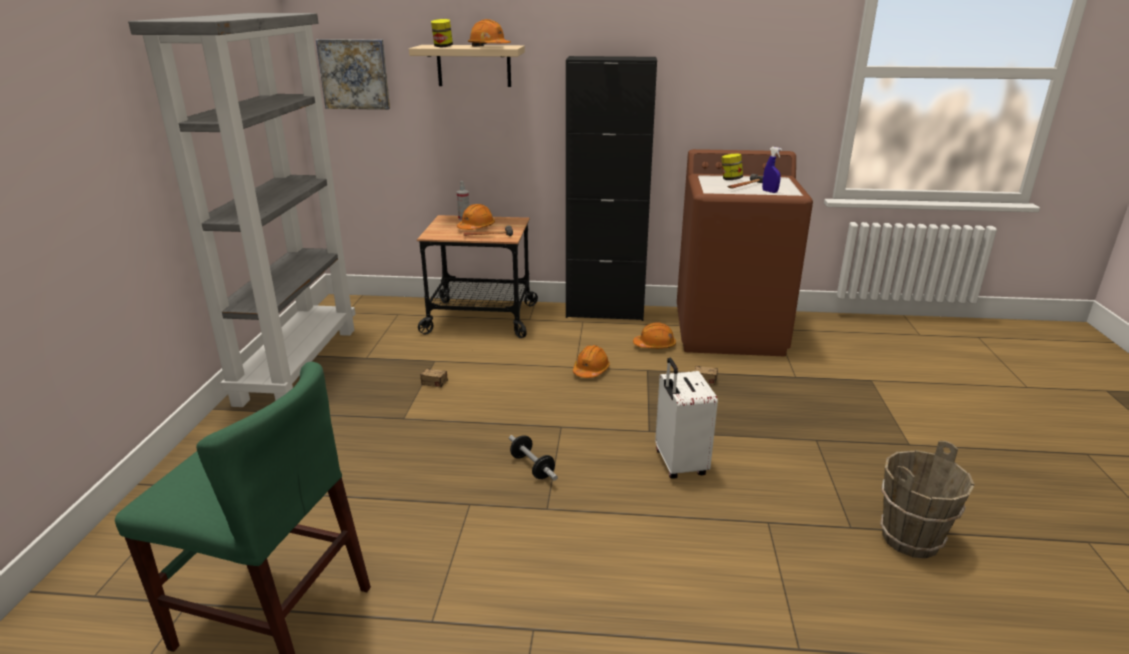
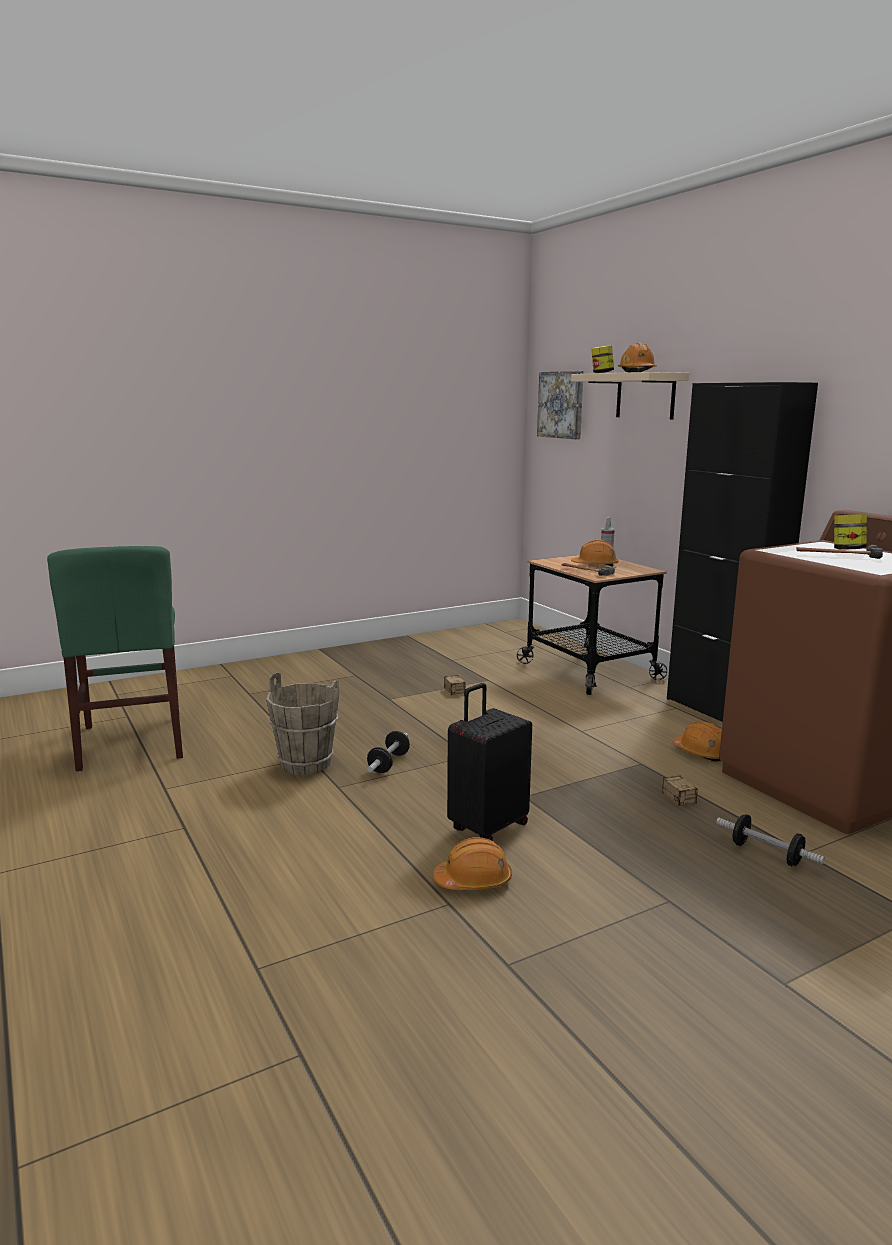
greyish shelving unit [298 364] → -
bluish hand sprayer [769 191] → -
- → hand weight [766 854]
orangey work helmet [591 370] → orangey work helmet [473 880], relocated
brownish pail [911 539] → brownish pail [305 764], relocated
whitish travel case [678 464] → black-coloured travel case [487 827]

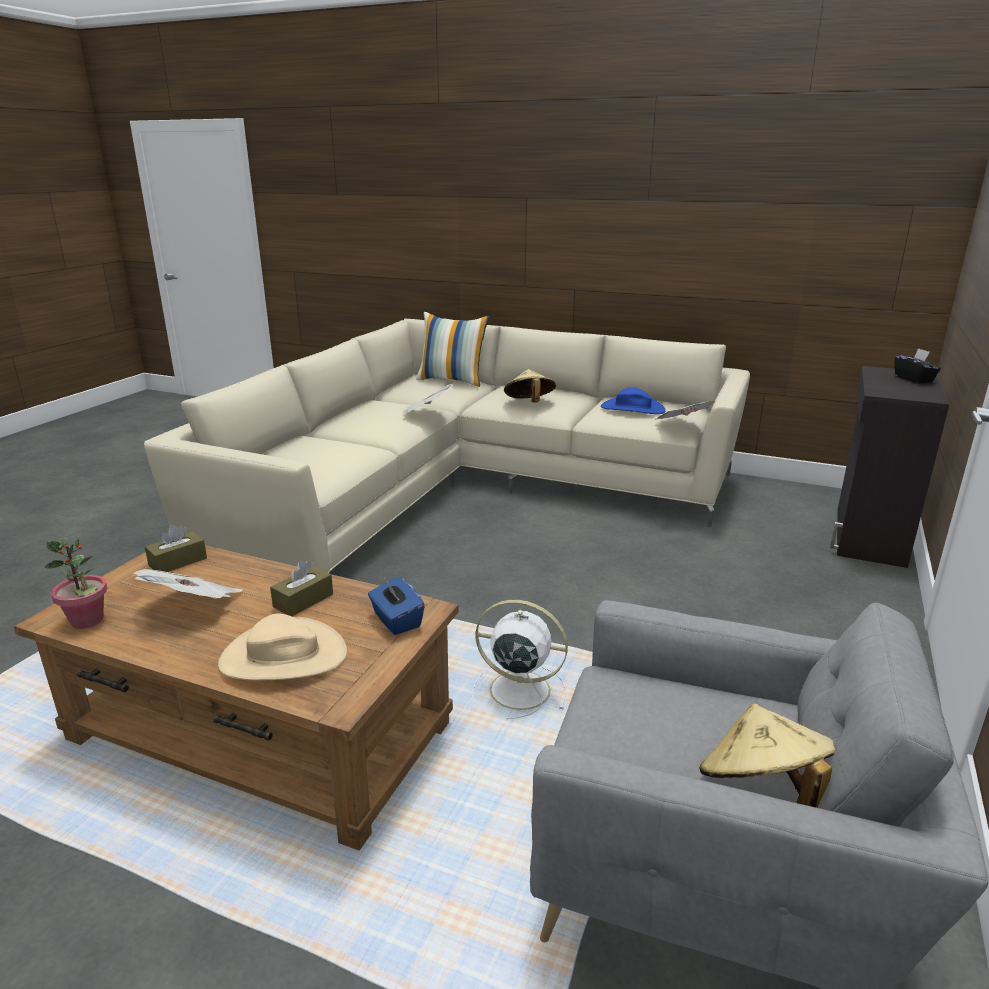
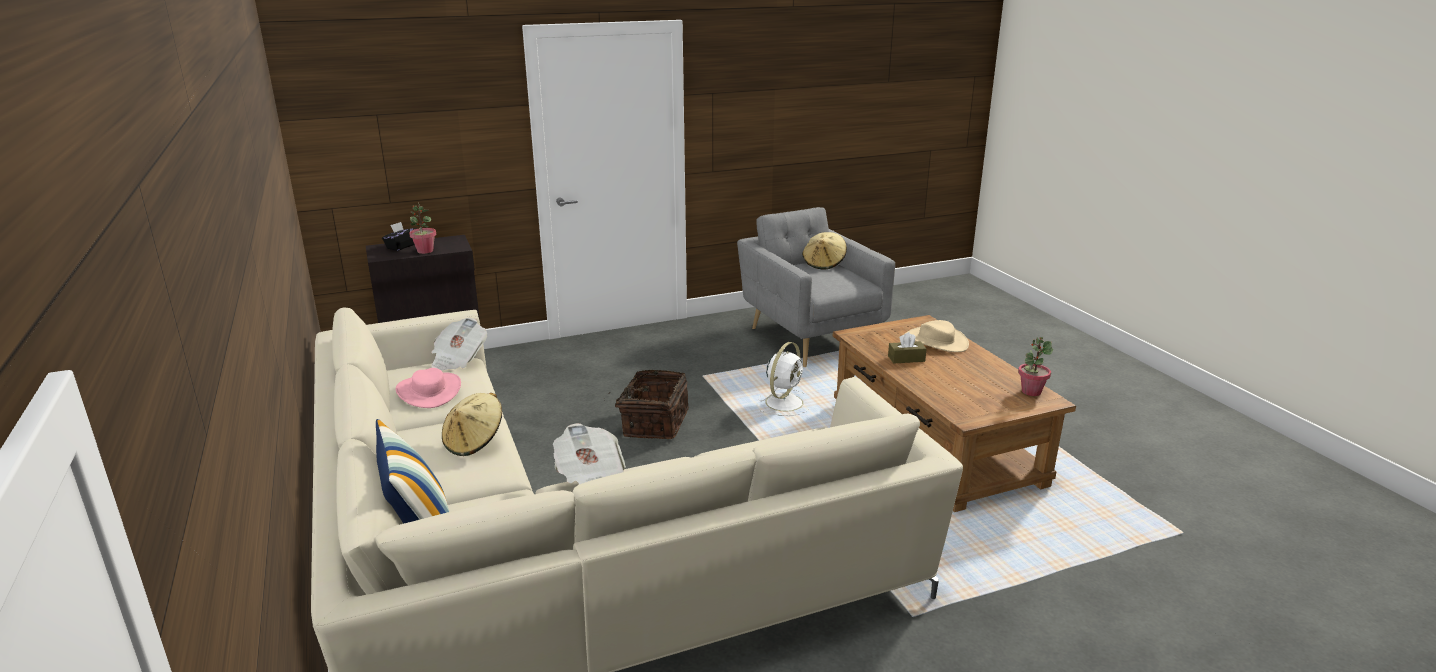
daily paper [194 605] → -
brownish box of tissues [178 562] → -
bluish box of tissues [396 621] → -
- → potted plant [425 251]
- → basket [653 423]
bluish wearable hat [632 409] → pink wearable hat [429 391]
whitish fan [517 690] → whitish fan [785 402], 120 degrees counterclockwise

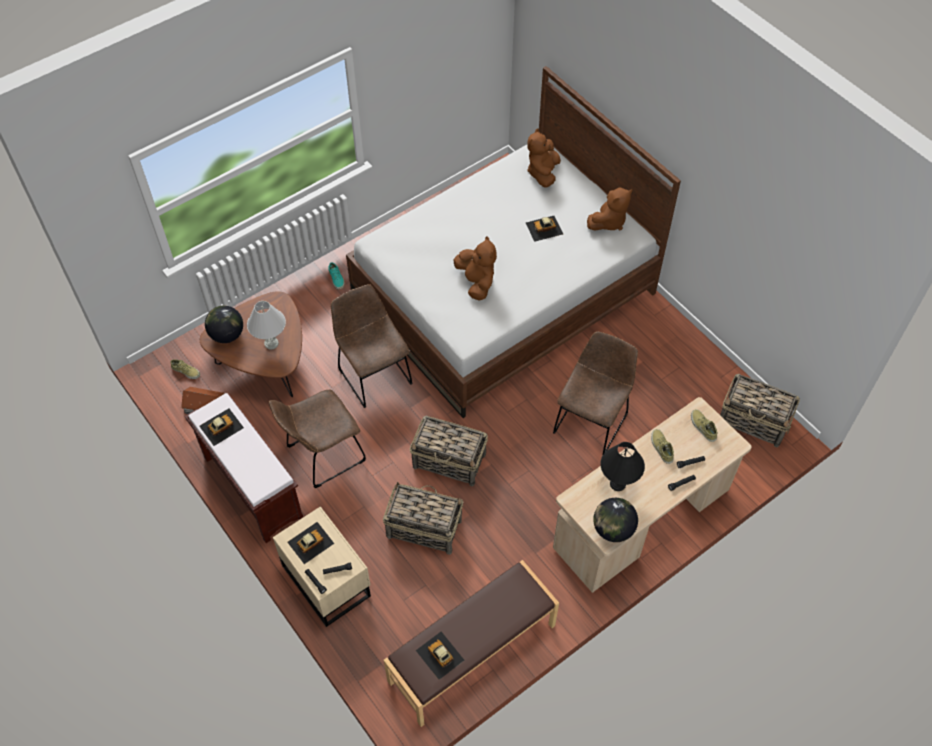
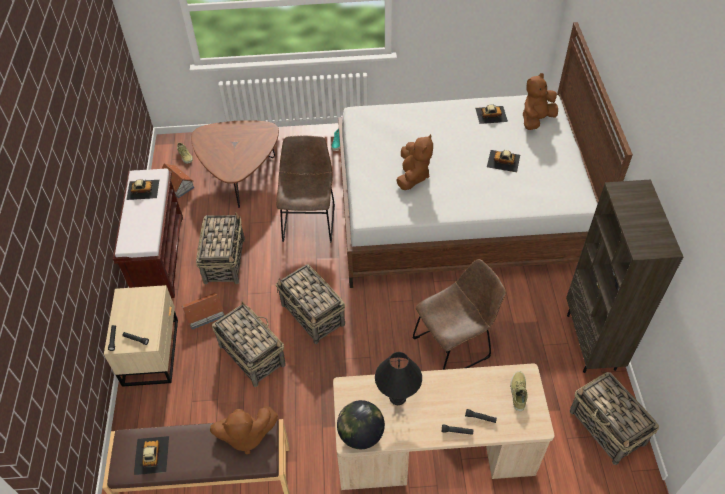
globe [227 335] → -
whitish tabletop lamp [271 343] → -
sand-coloured shoe [661 447] → -
- → miniature house [205 314]
- → brownish shelving unit [592 342]
miniature car [310 542] → miniature car [491 114], relocated
brownish plush toy [609 221] → brownish plush toy [246 436], relocated
brownish upright chair [322 456] → basket [225 260]

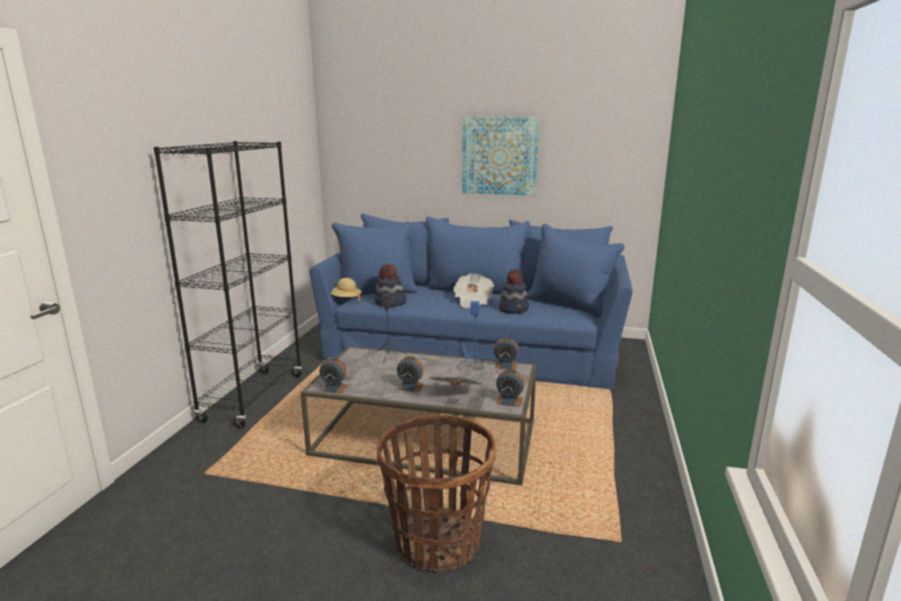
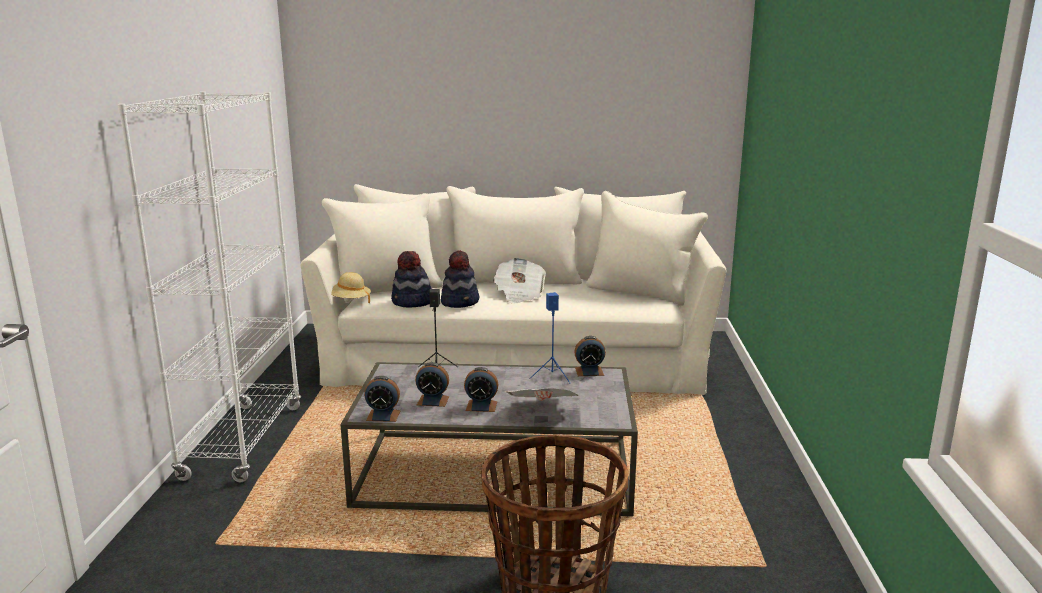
wall art [500 155] → -
table clock [509 401] → table clock [433 401], relocated
wearable hat [514 309] → wearable hat [460 302], relocated
black-coloured shelving unit [253 397] → whitish shelving unit [243 441]
bluish settee [472 349] → sand-coloured settee [516 358]

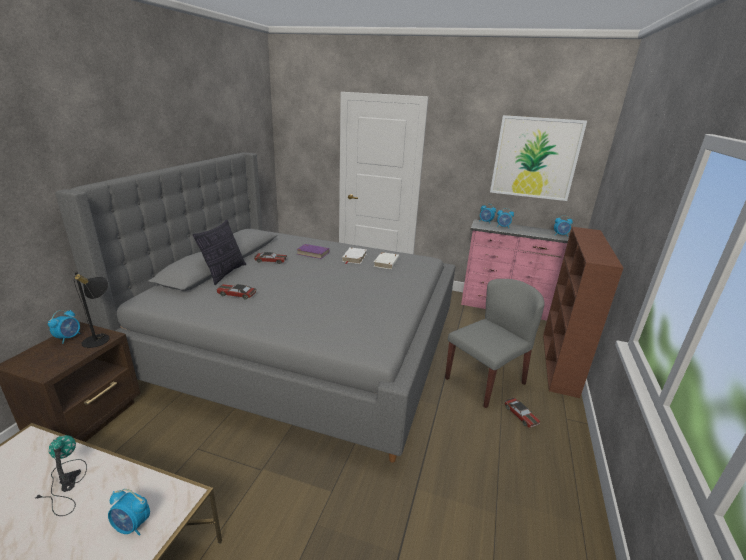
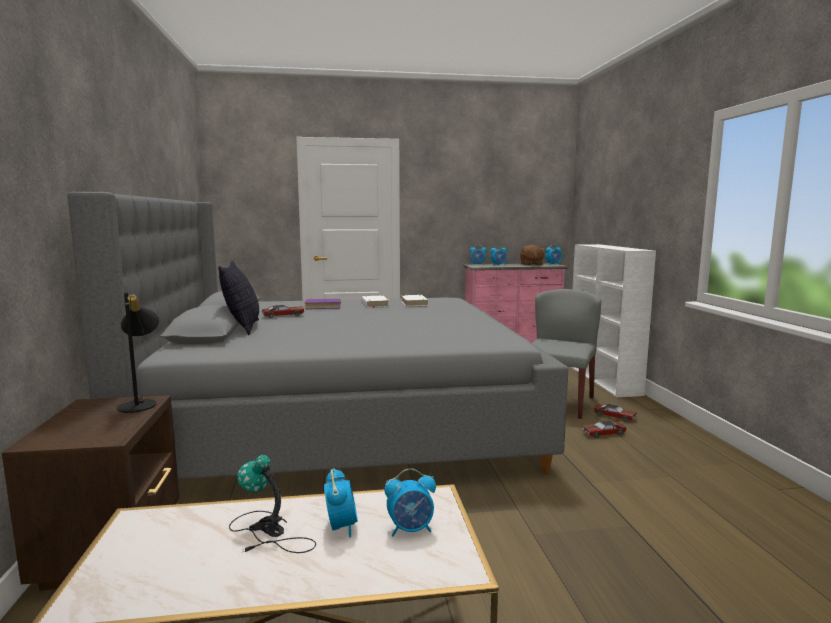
wall art [535 158] → -
- → brownish plush toy [531 264]
table clock [69 337] → table clock [341 526], relocated
miniature car [236 294] → miniature car [603 433], relocated
brownish shelving unit [559 363] → whitish shelving unit [603 379]

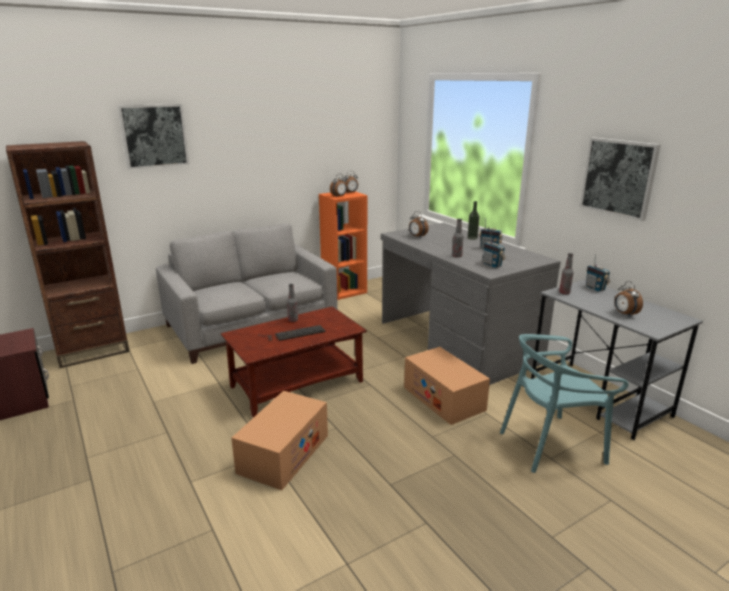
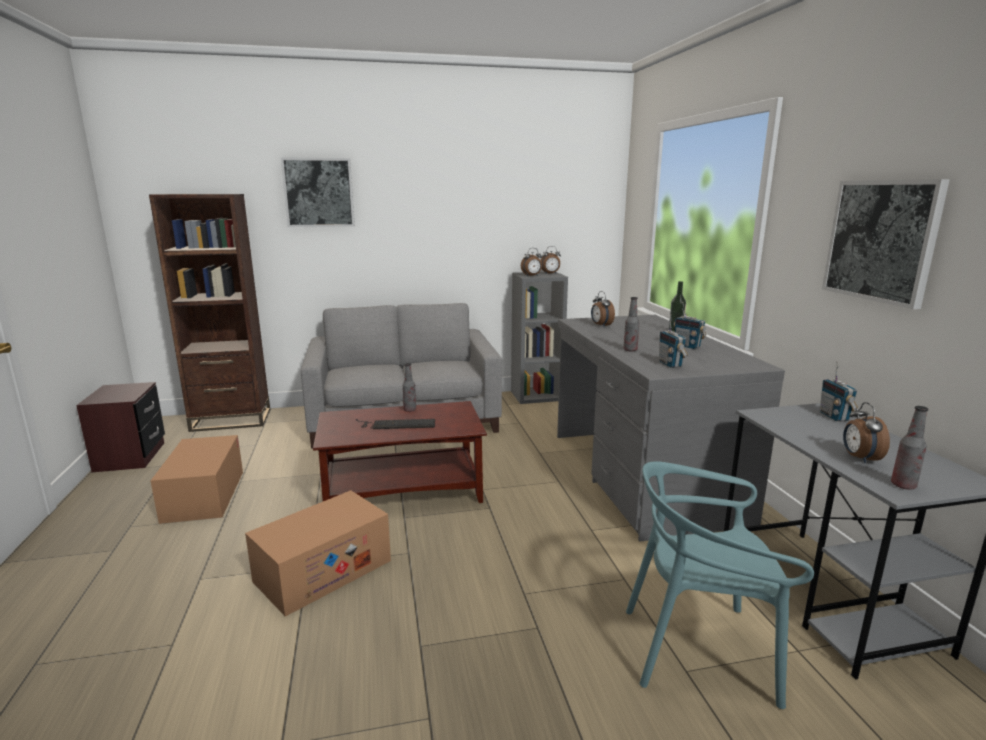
cardboard box [444 398] → cardboard box [204 495], relocated
bottle [564 293] → bottle [903 485], relocated
orangey shelving unit [344 291] → greyish shelving unit [537 395]

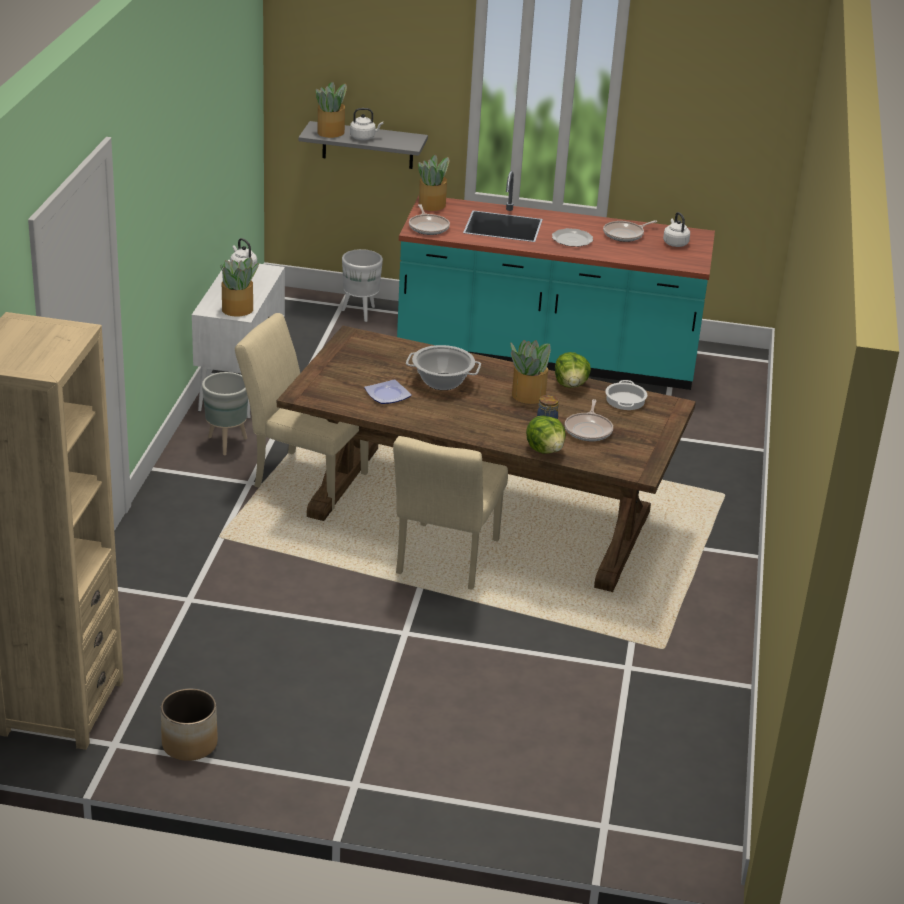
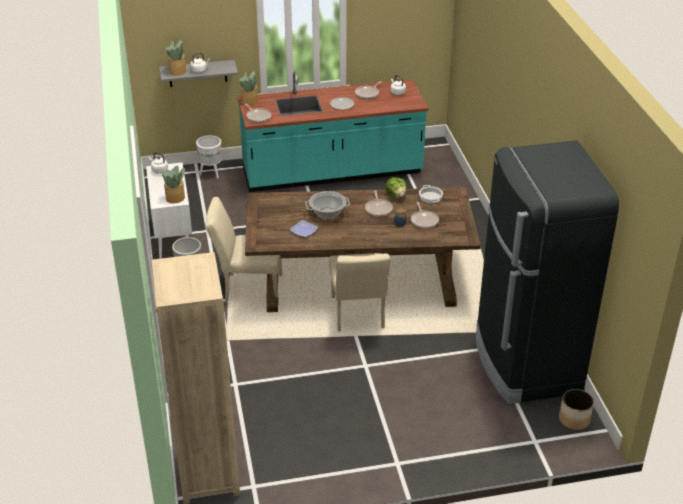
lettuce head [545 450] → -
- → black-coloured fridge [525 364]
planter [189 744] → planter [574 420], relocated
potted plant [527 395] → skillet [378 209]

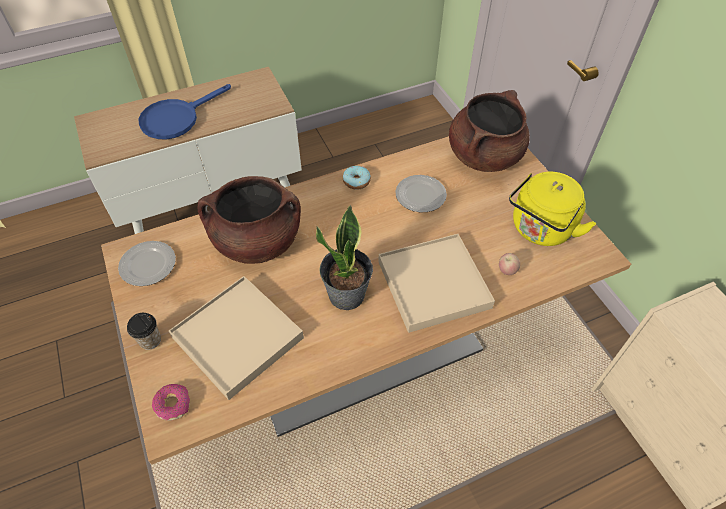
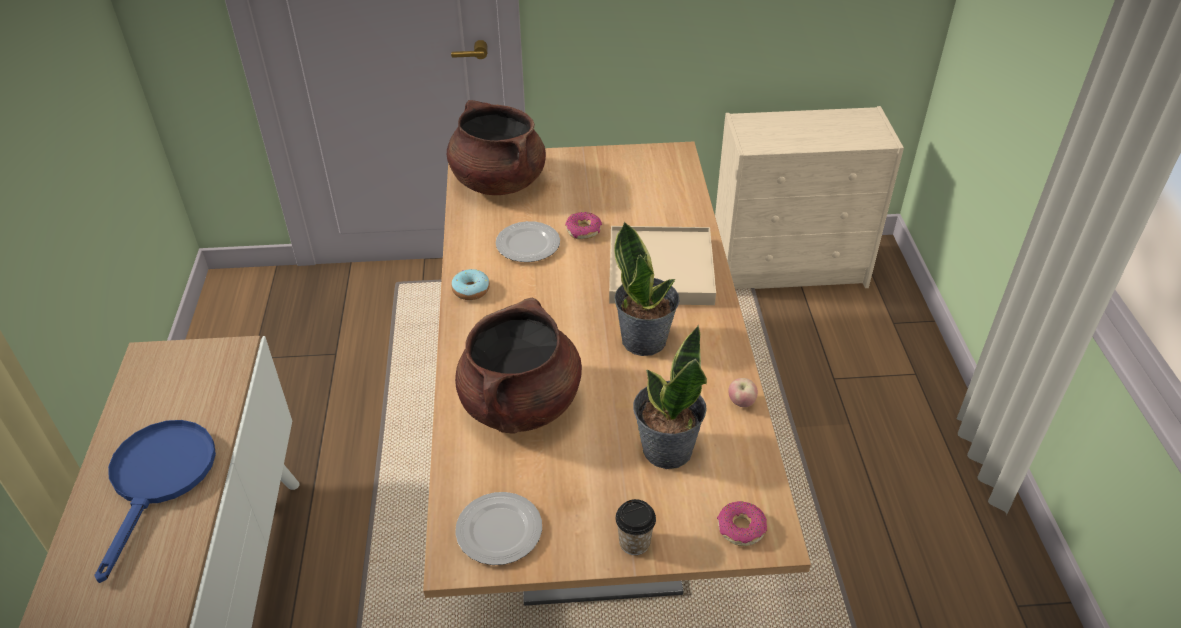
yellowish tea kettle [540 230] → -
- → doughnut [583 231]
whole apple [507 270] → whole apple [741 403], relocated
sand-coloured tray [238 338] → potted plant [666 449]
bluish skillet [176 118] → bluish skillet [159 480], 150 degrees counterclockwise

